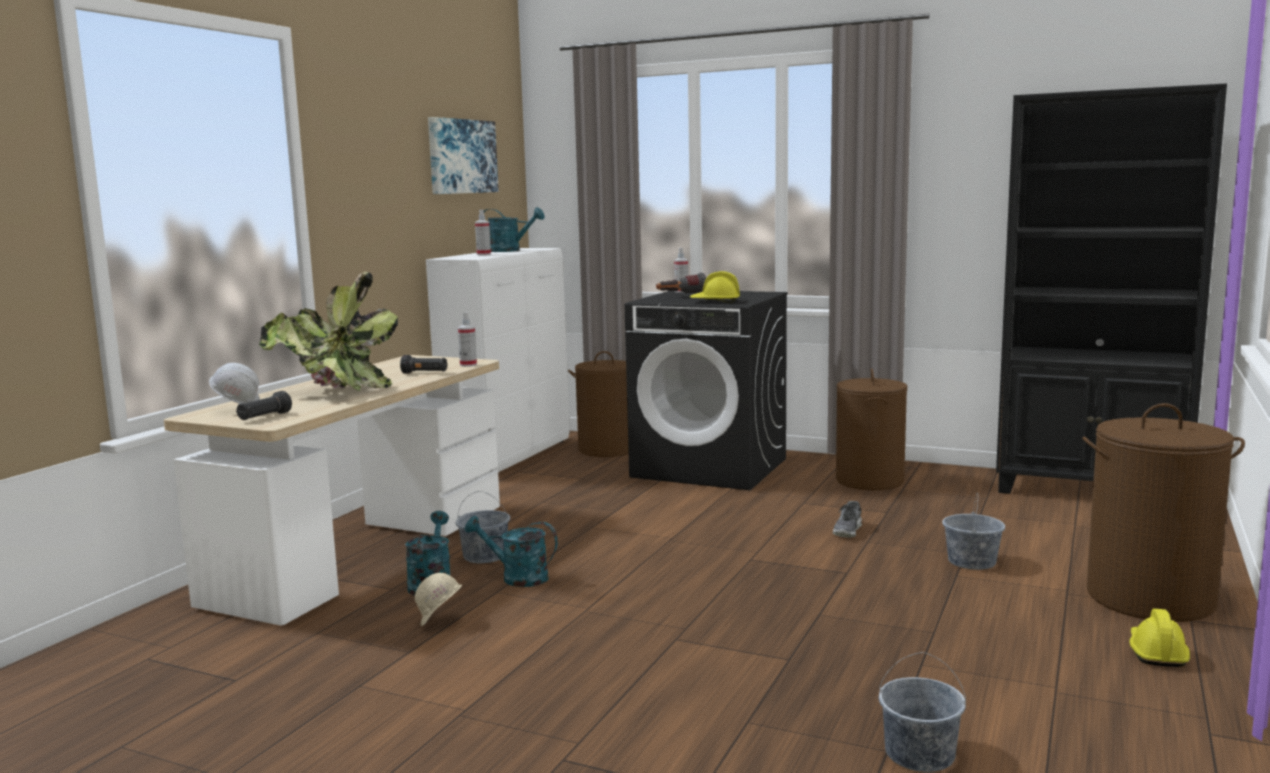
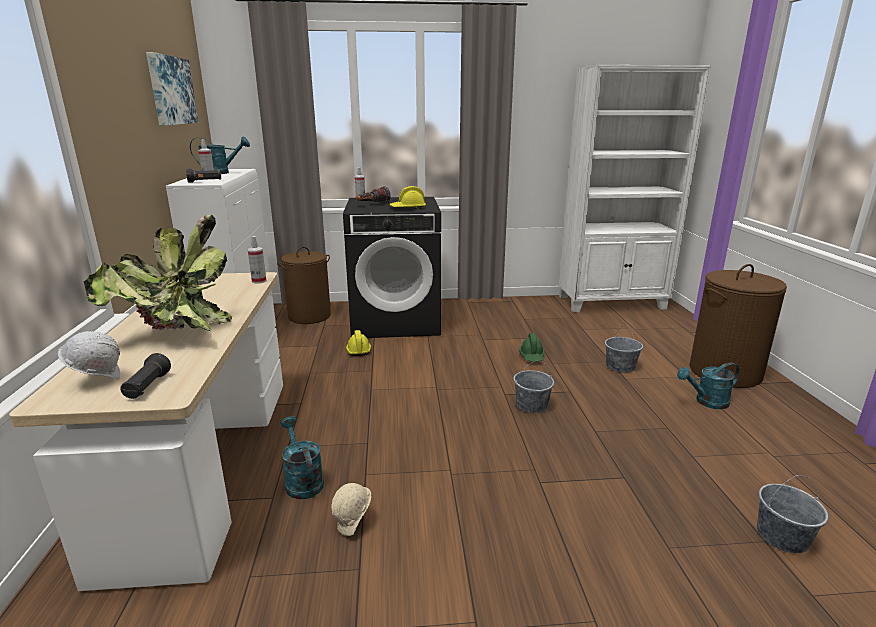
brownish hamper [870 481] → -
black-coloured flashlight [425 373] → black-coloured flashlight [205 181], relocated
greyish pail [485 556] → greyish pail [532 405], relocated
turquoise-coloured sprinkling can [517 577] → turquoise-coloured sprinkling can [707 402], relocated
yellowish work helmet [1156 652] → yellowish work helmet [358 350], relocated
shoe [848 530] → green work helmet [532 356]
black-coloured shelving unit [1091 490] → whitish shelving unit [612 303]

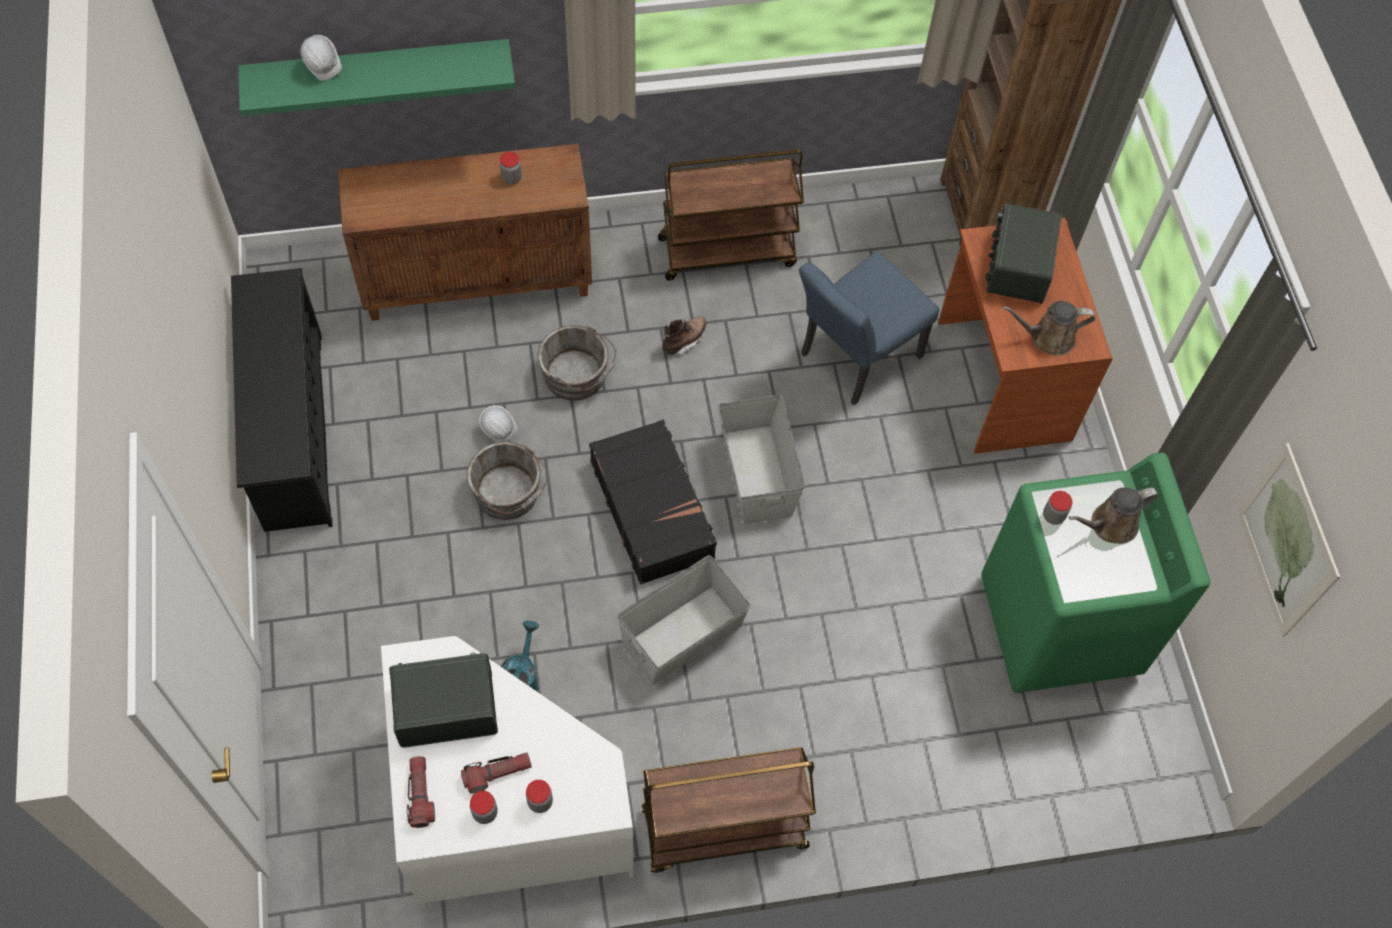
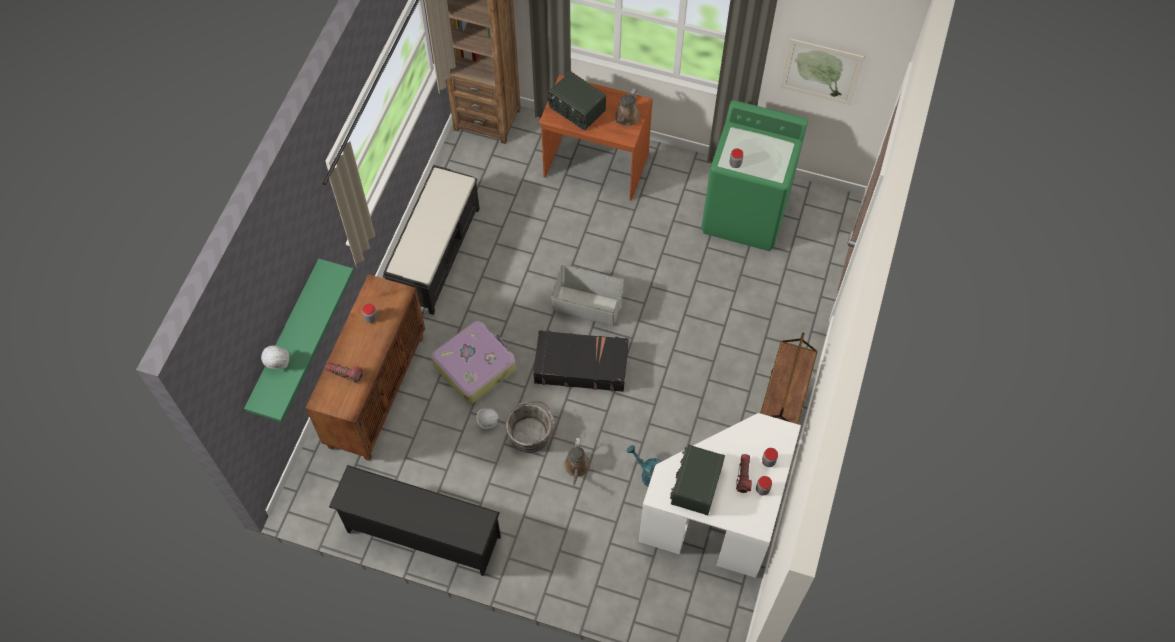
greyish storage container [681 634] → -
brownish boot [684 340] → -
bluish upright chair [853 359] → -
flashlight [420 794] → flashlight [345 373], relocated
brownish sprinkling can [1109 525] → brownish sprinkling can [576 467], relocated
greyish pail [578 377] → travel case [475 366]
brownish wheeled cart [727 251] → black-coloured indoor bench [436 253]

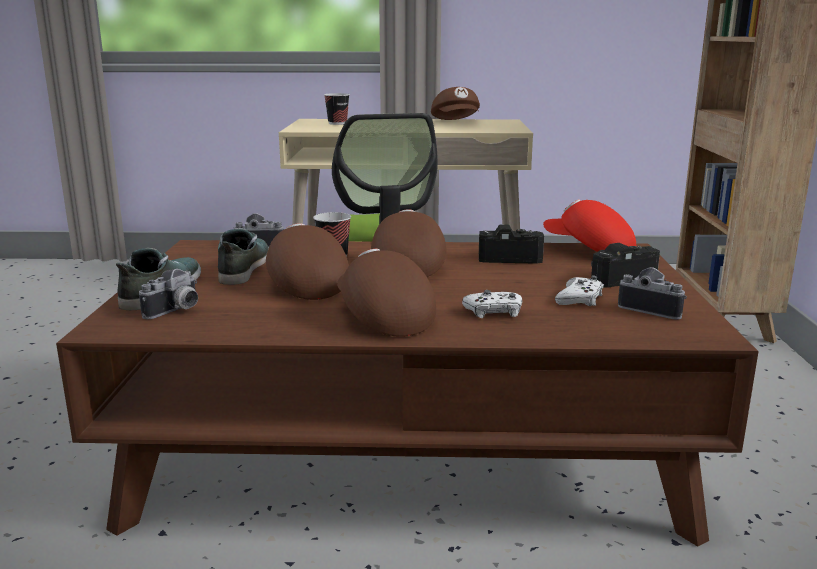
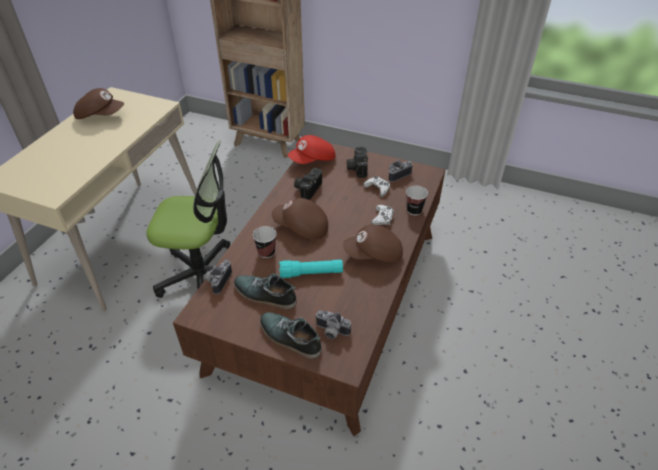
drinking cup [337 123] → drinking cup [414 210], relocated
brownish baseball cap [304 284] → turquoise-coloured flashlight [311 273]
still camera [176 311] → still camera [331 332], 150 degrees clockwise

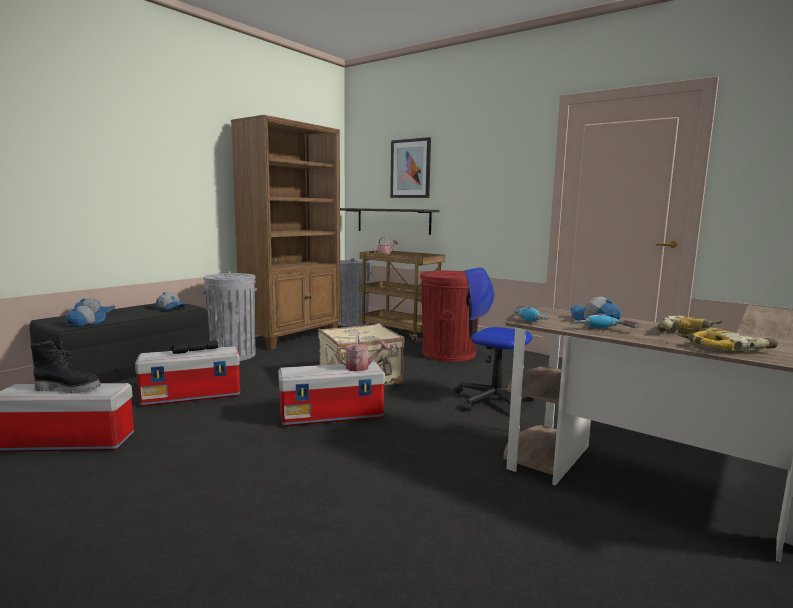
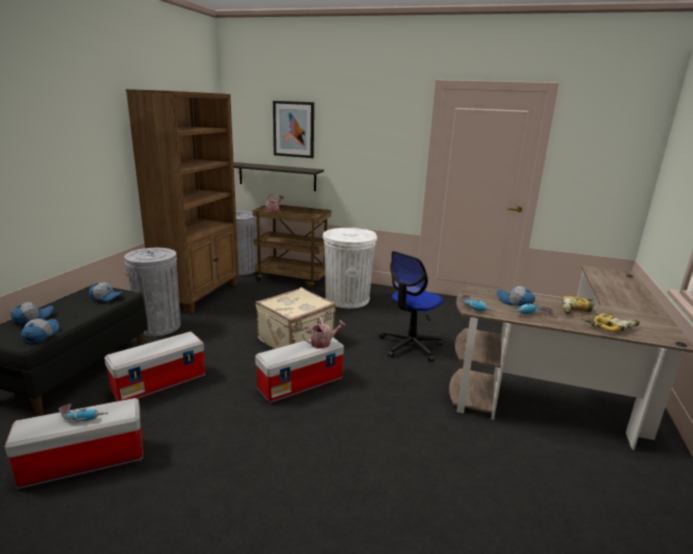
black-coloured flashlight [195 351] → -
black-coloured boot [69 389] → power drill [84 417]
red-coloured waste bin [448 353] → whitish waste bin [347 299]
computer chair [493 400] → computer chair [410 346], 60 degrees counterclockwise

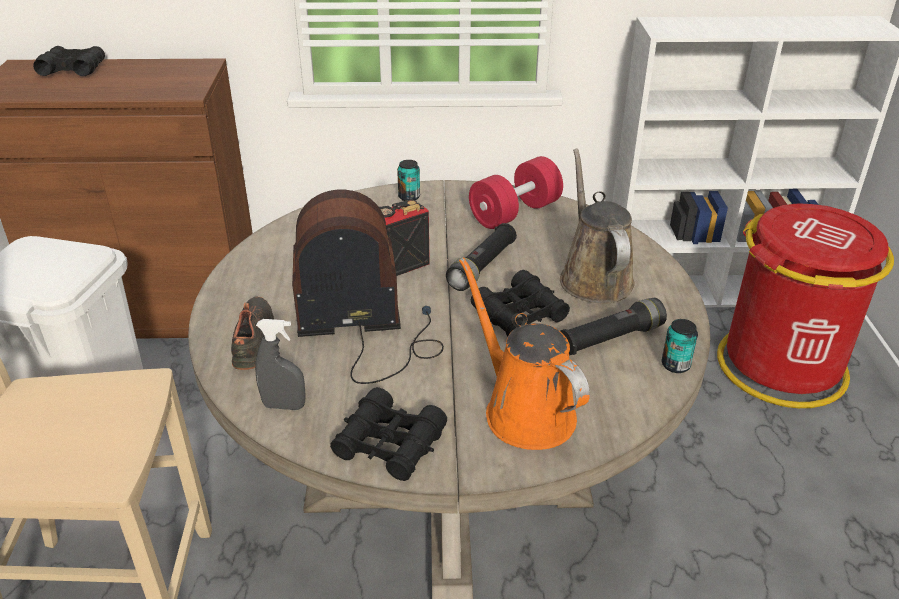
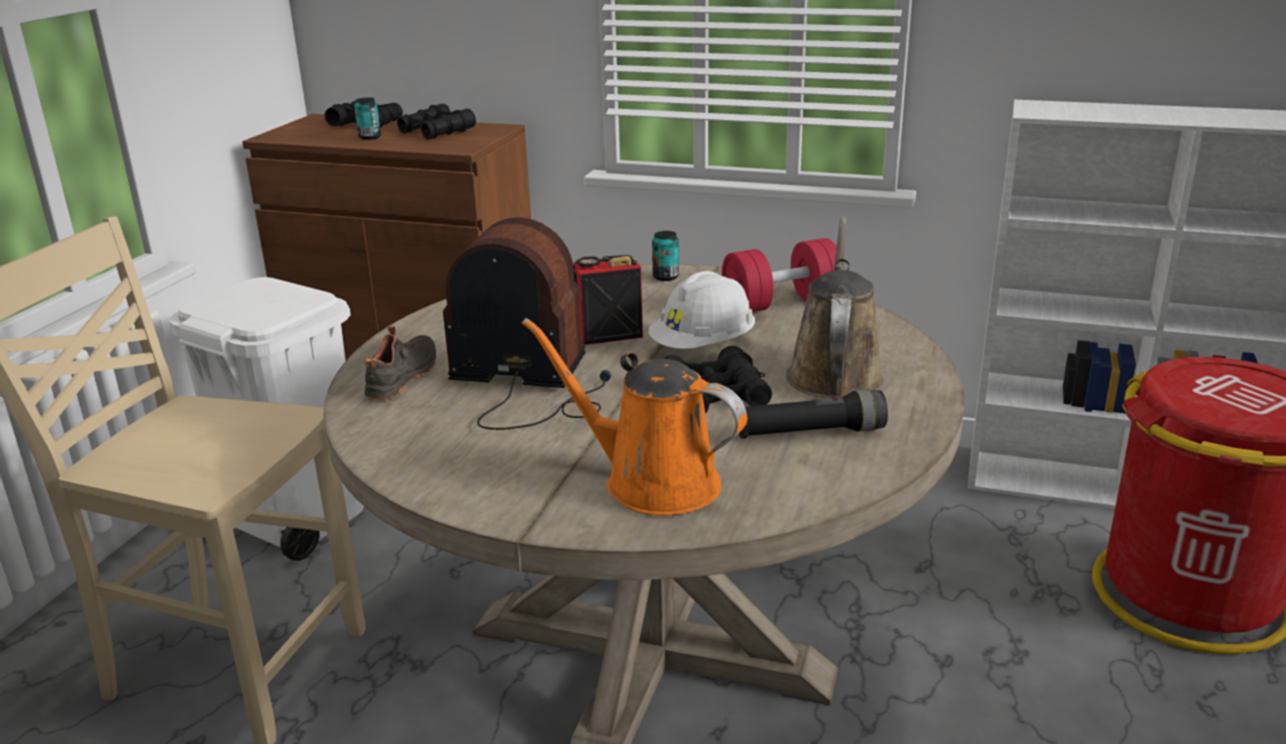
greyish hand sprayer [284 406] → -
black-coloured pair of binoculars [389 444] → black-coloured pair of binoculars [436 132], relocated
sealed can [675 365] → sealed can [369 137], relocated
black-coloured flashlight [482 267] → whitish work helmet [703 347]
orangey sprinkling can [524 410] → orangey sprinkling can [651 482], 45 degrees counterclockwise

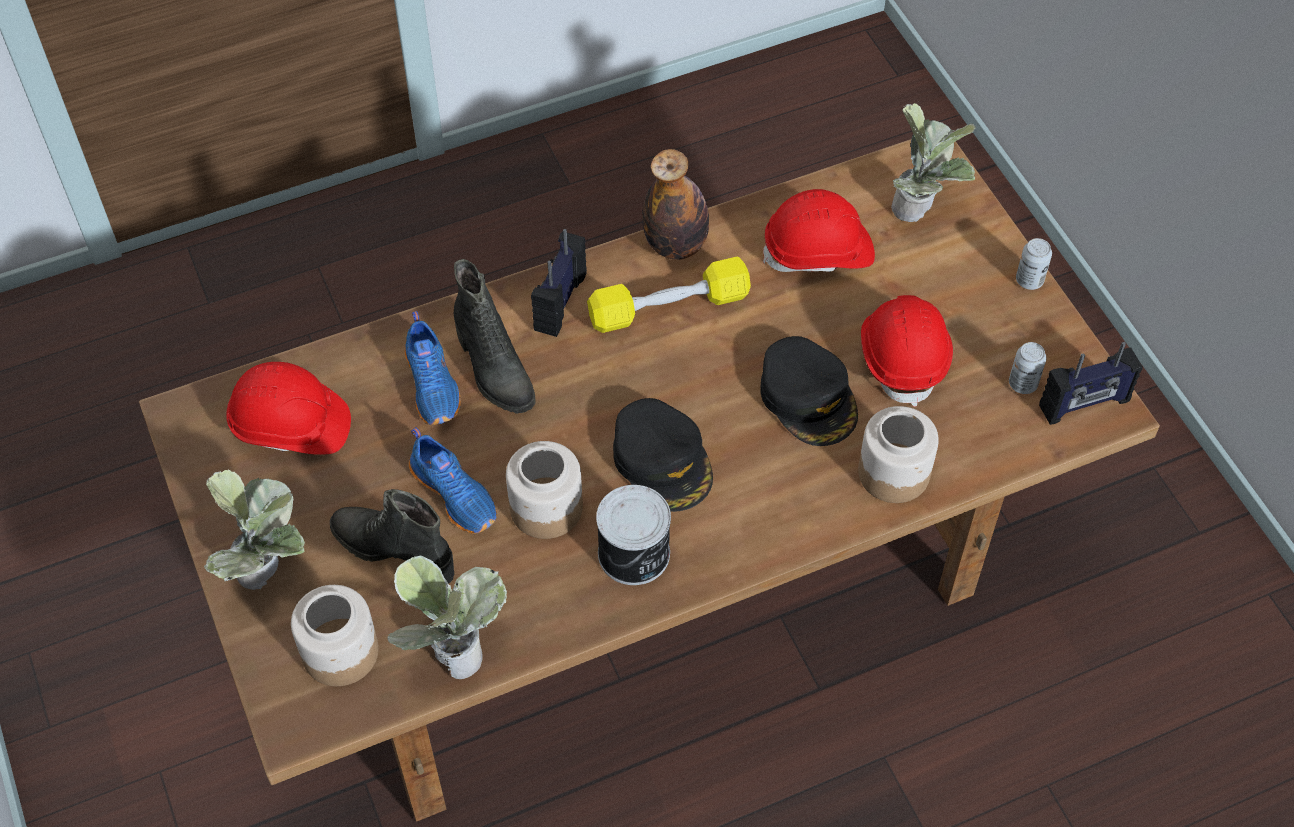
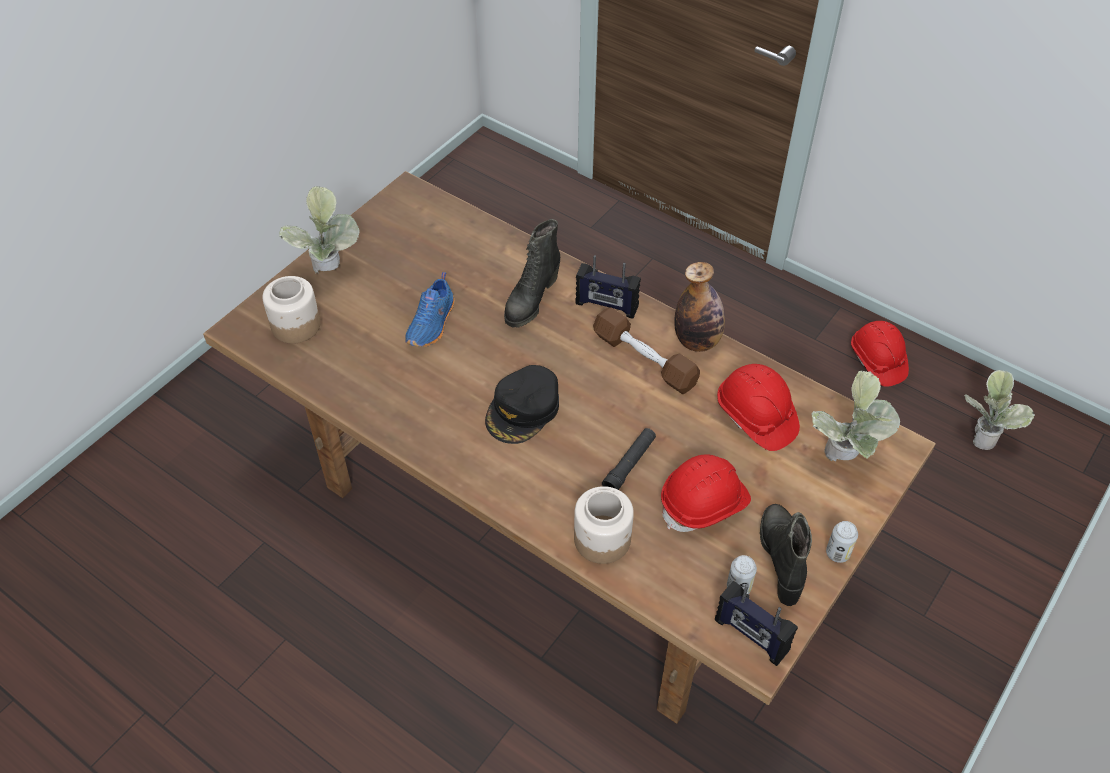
bluish shoe [434 385] → -
jar [545 508] → -
sealed can [635 555] → -
red-coloured work helmet [291 426] → red-coloured work helmet [877 361], relocated
black-coloured boot [395 551] → black-coloured boot [782 559], relocated
potted plant [451 651] → potted plant [983 435], relocated
black-coloured baseball cap [809 397] → black-coloured flashlight [629 464]
yellowish hand weight [669 307] → brownish hand weight [644 360]
radio receiver [559 301] → radio receiver [606 306], 150 degrees counterclockwise

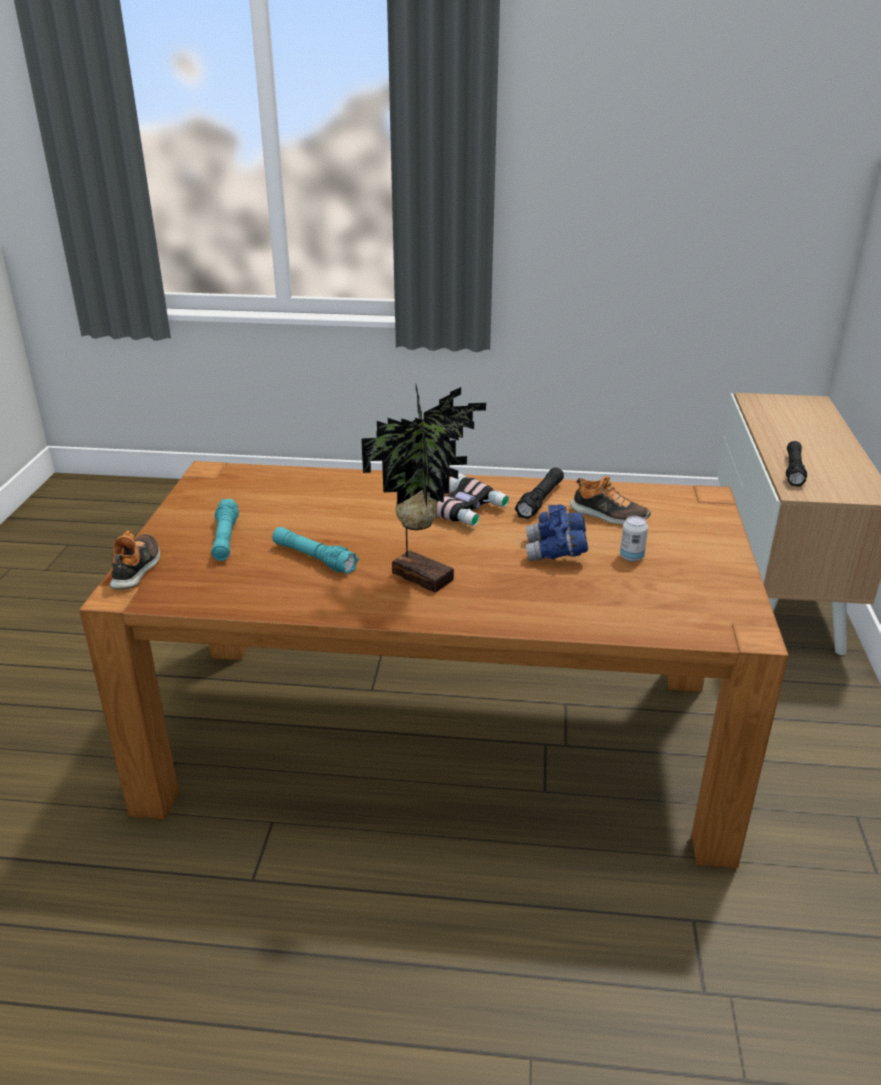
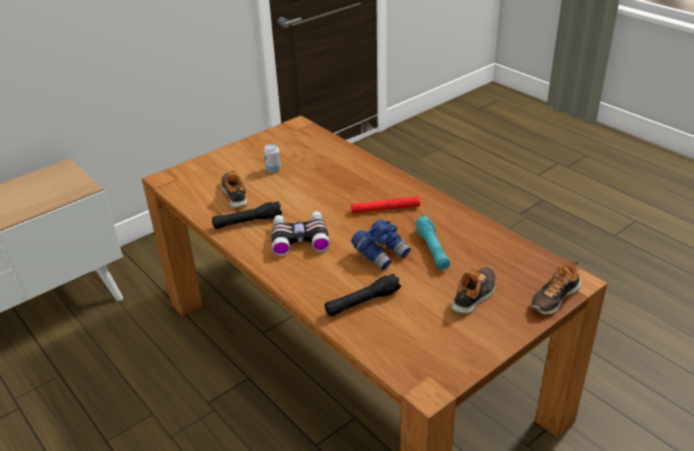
bluish pair of binoculars [556 552] → bluish pair of binoculars [381 253], relocated
black-coloured flashlight [793 470] → black-coloured flashlight [362 302], relocated
turquoise-coloured flashlight [225 538] → shoe [474 295]
potted plant [424 575] → red-coloured flashlight [385 209]

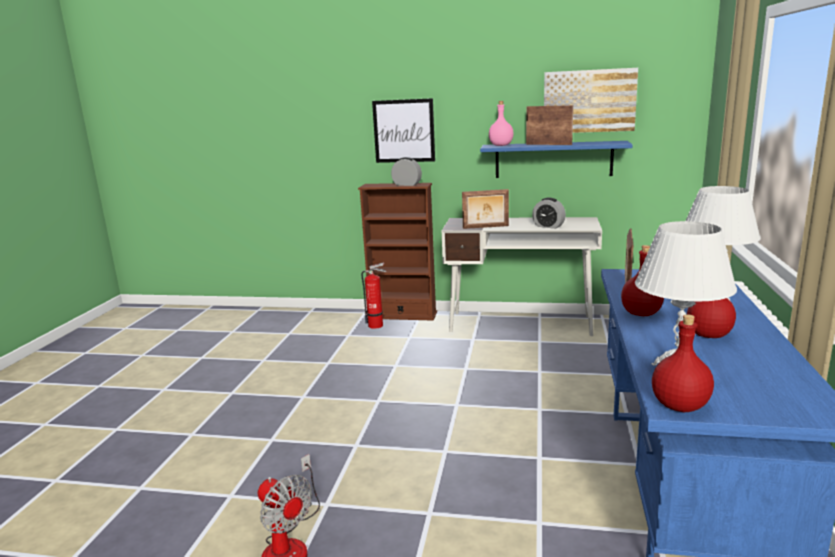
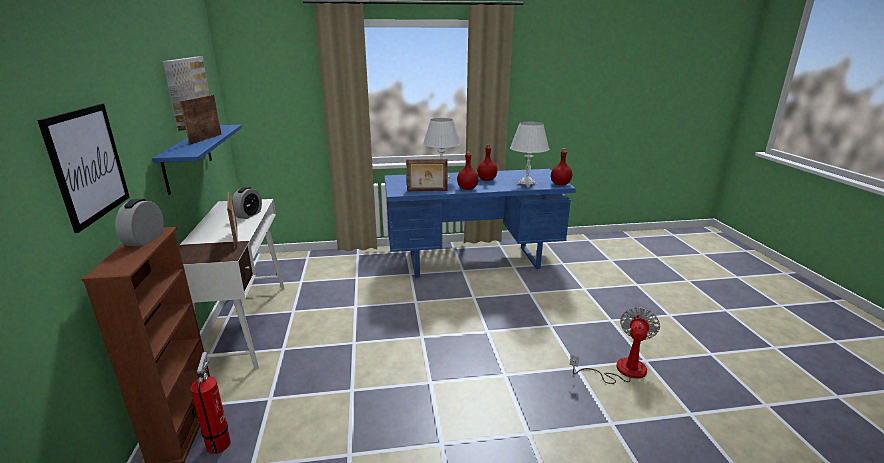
pink bottle [501 145] → -

